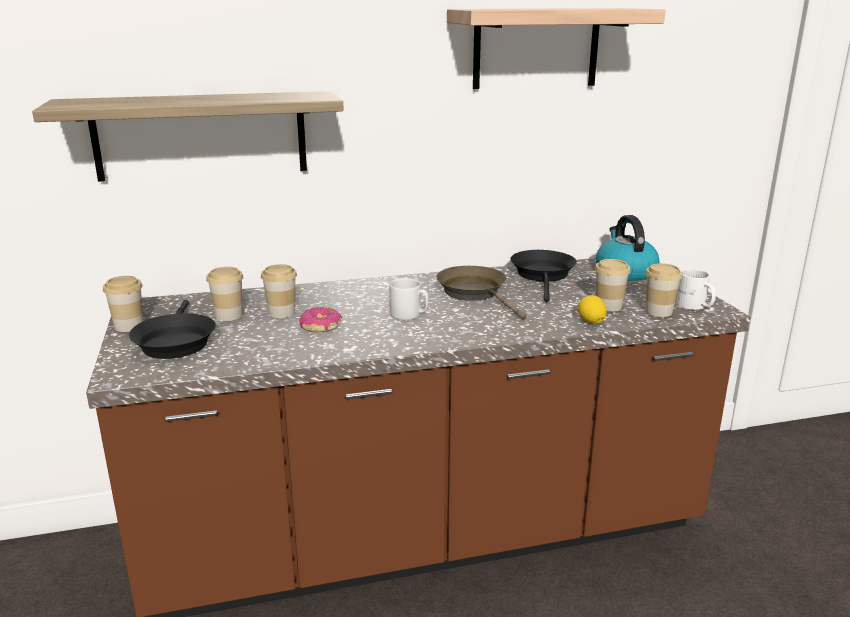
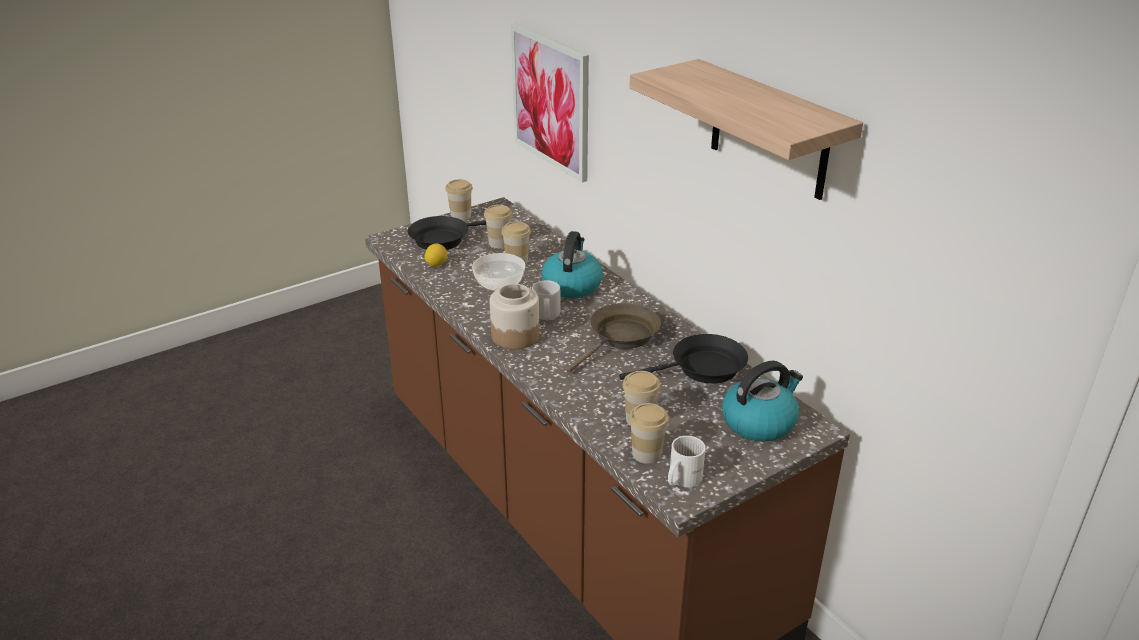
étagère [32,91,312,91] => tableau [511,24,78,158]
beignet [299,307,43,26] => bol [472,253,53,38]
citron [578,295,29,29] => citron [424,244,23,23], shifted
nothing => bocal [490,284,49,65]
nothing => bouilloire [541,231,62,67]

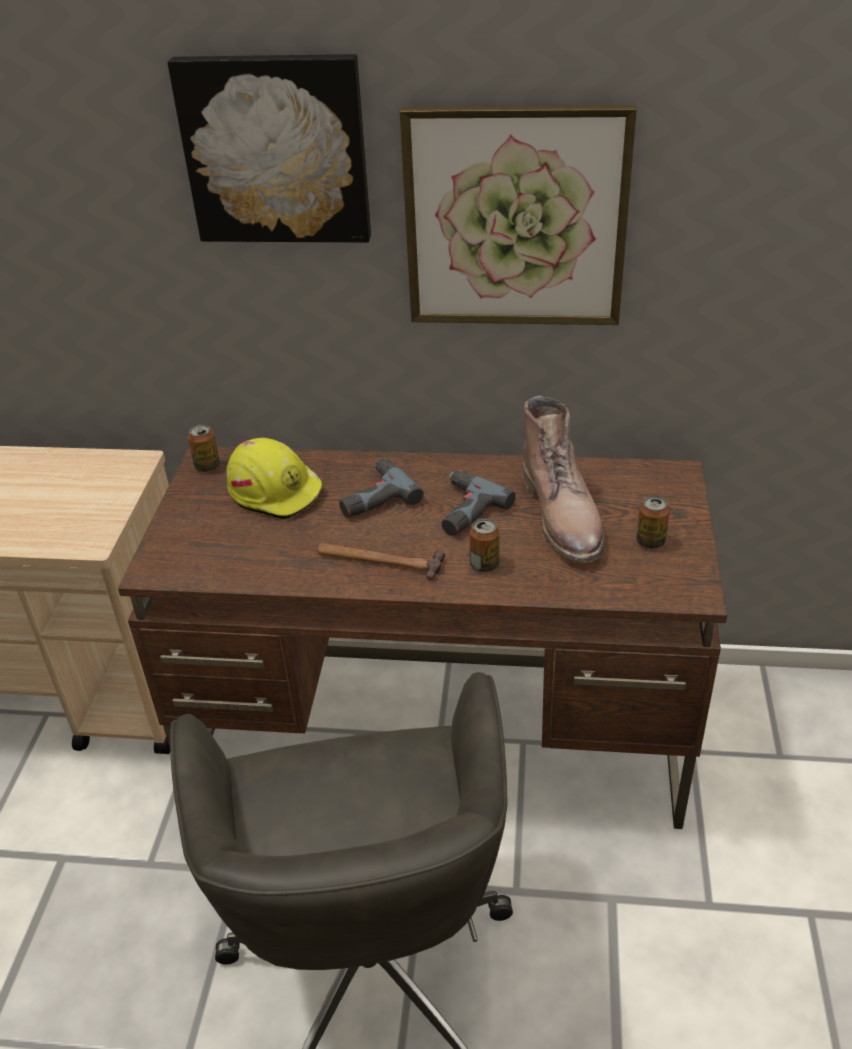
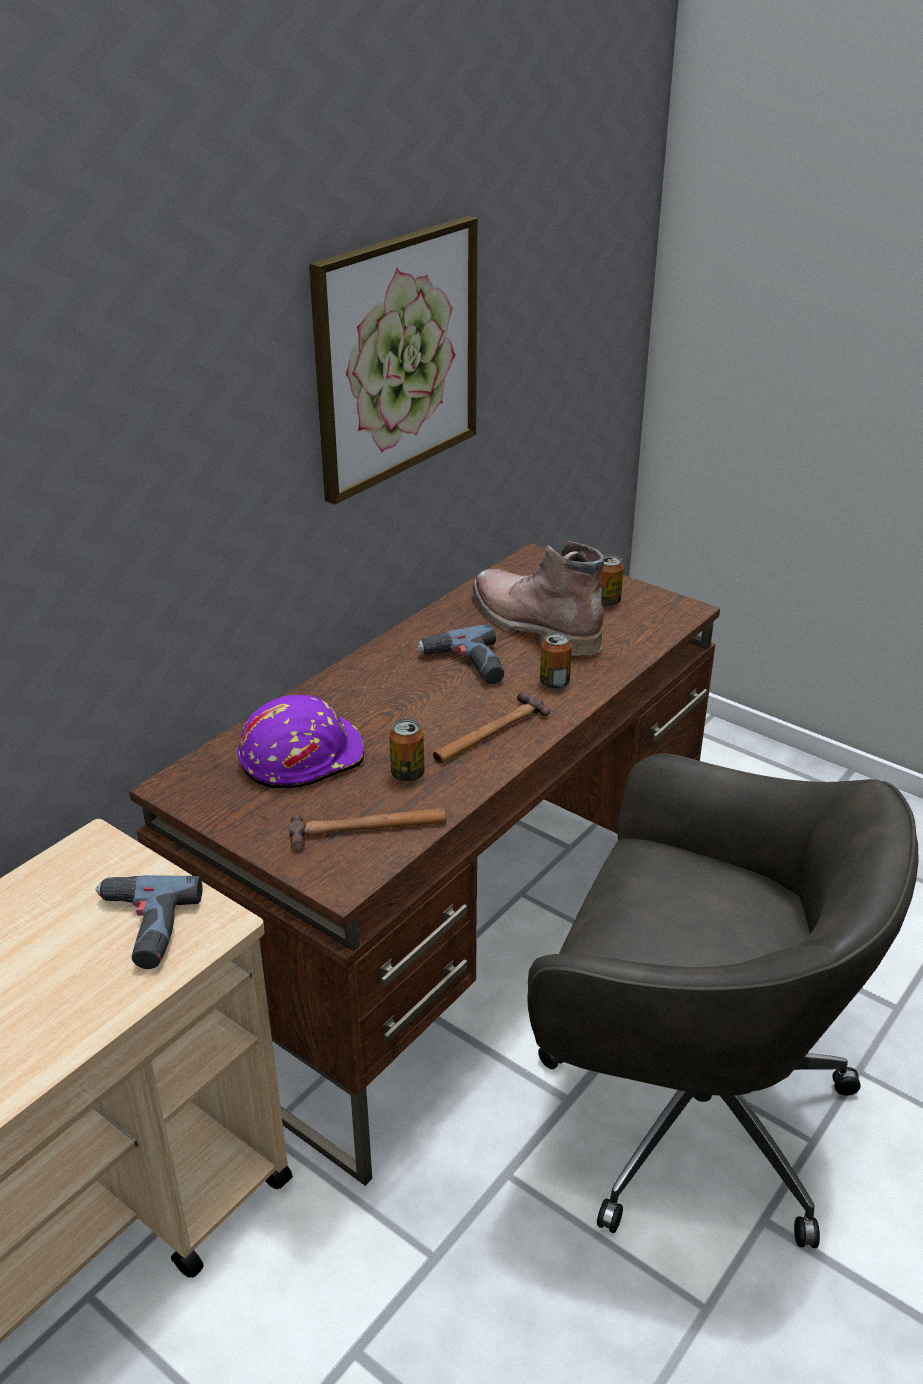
tableau [167,54,204,189] => nothing
boîte métallique [188,424,32,48] => boîte métallique [389,719,36,63], shifted
casque de chantier/jaune [227,438,96,82] => casque de chantier/violet [238,695,126,94]
perceuse [339,458,85,60] => perceuse [96,875,106,94], shifted
botte/marron [522,396,83,167] => botte/marron [473,541,131,115], 150 degrees counterclockwise
nothing => marteau [289,808,157,43]

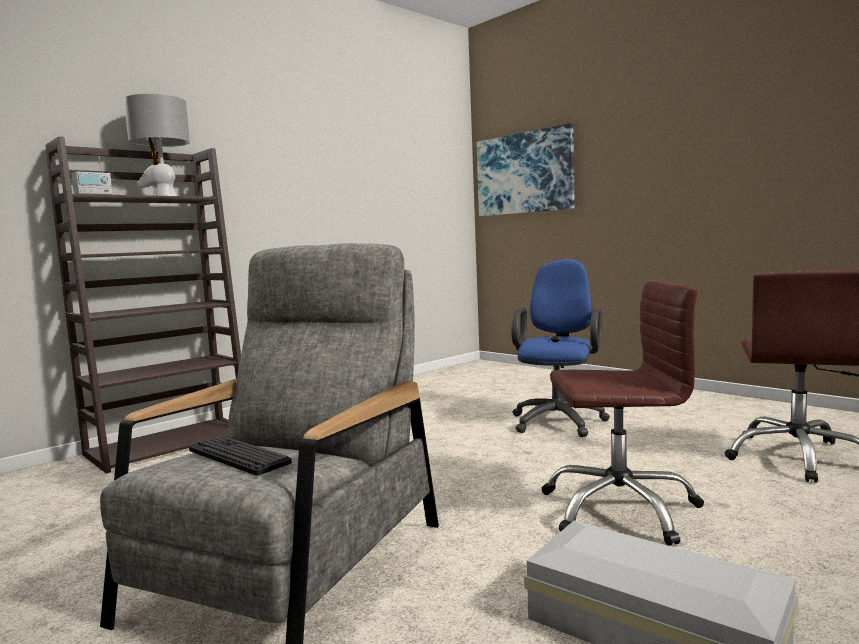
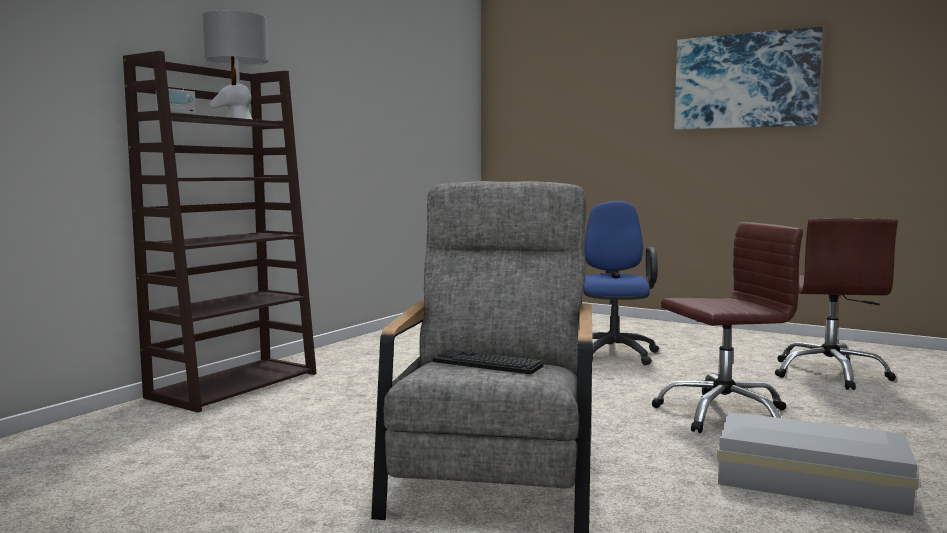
tableau [476,123,99,93] => tableau [674,26,149,104], shifted

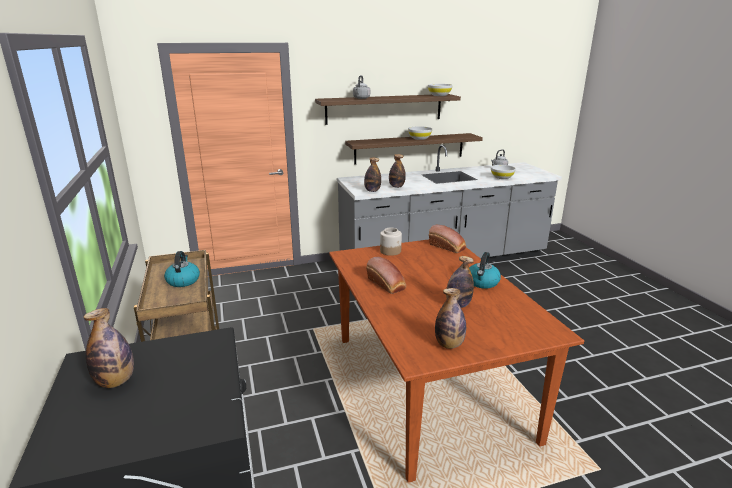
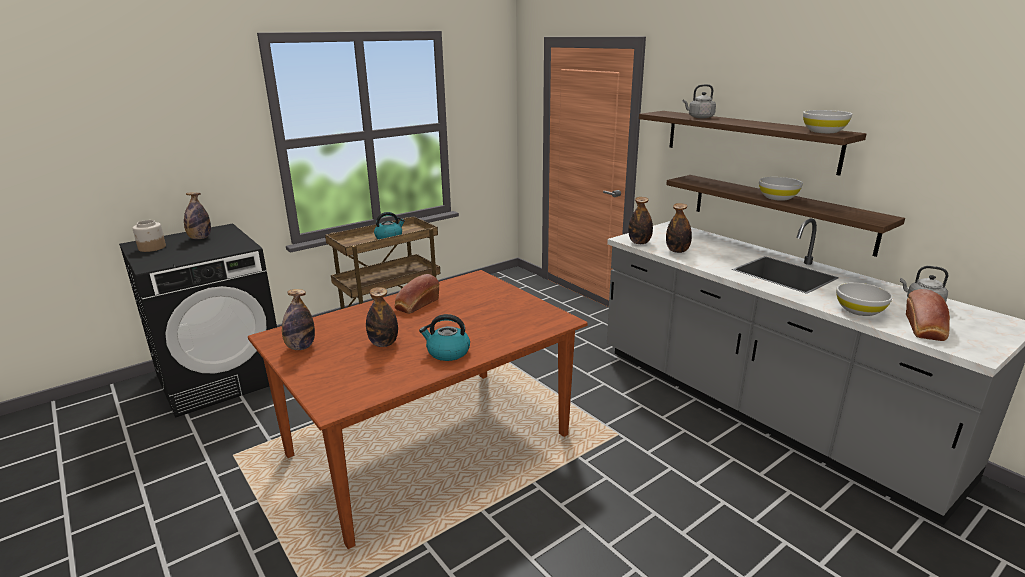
bocal [380,227,22,29] => bocal [132,220,34,32], shifted
pain [429,225,37,28] => pain [906,289,44,52], shifted

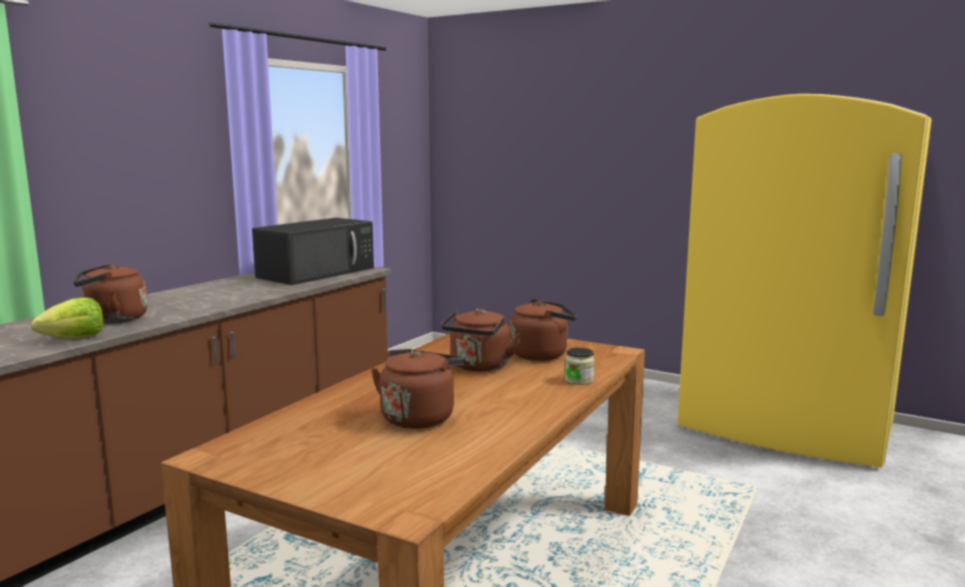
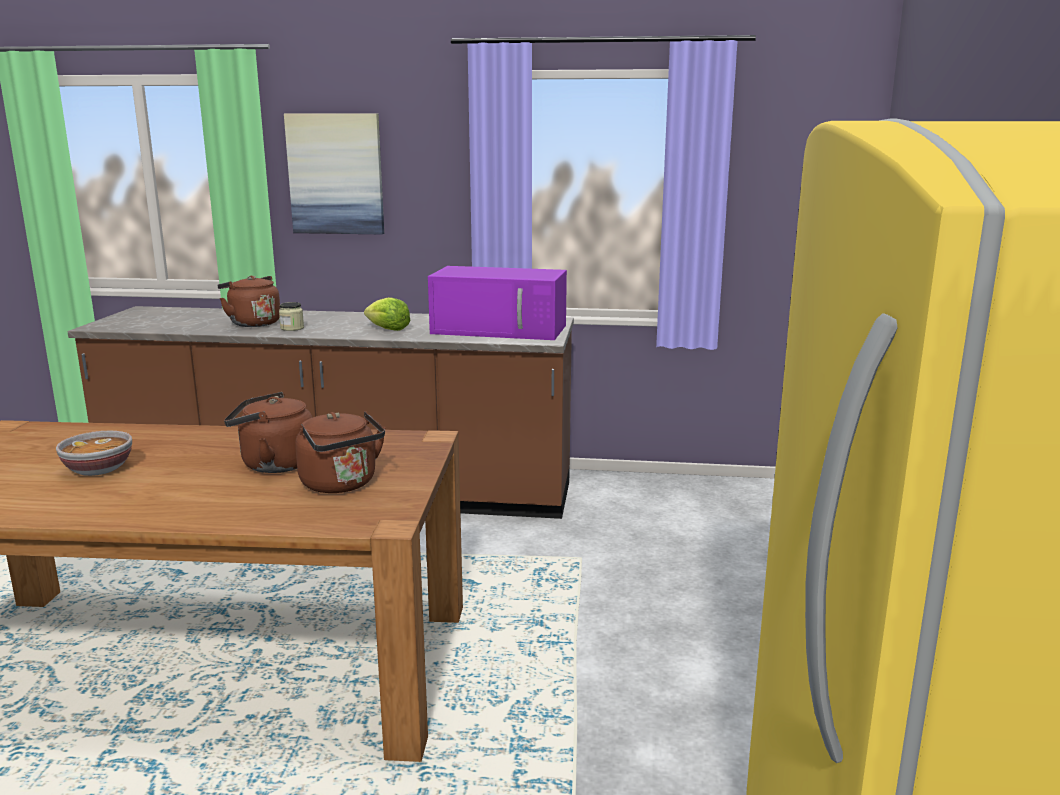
laitue [31,297,72,41] => laitue [364,297,46,34], shifted
micro-ondes/noir [252,218,122,67] => micro-ondes/violet [428,266,139,74]
bouilloire/marron [371,349,94,80] => bol [56,431,76,45]
bocal [565,347,30,38] => bocal [279,302,25,29], shifted
nothing => tableau [284,114,100,120]

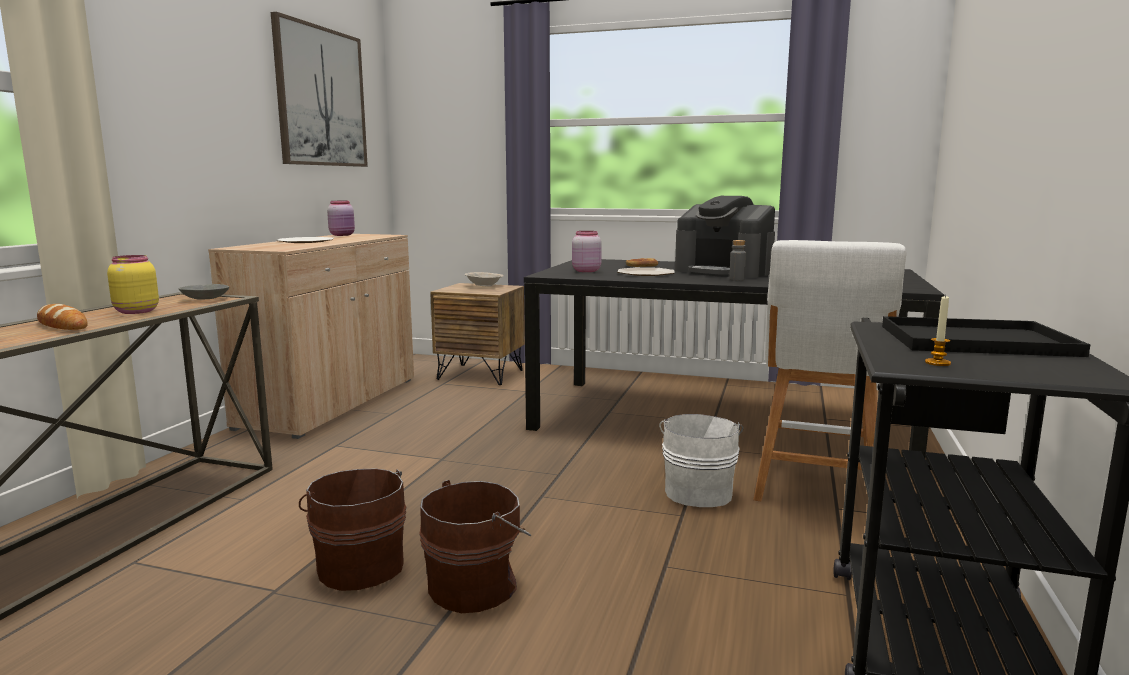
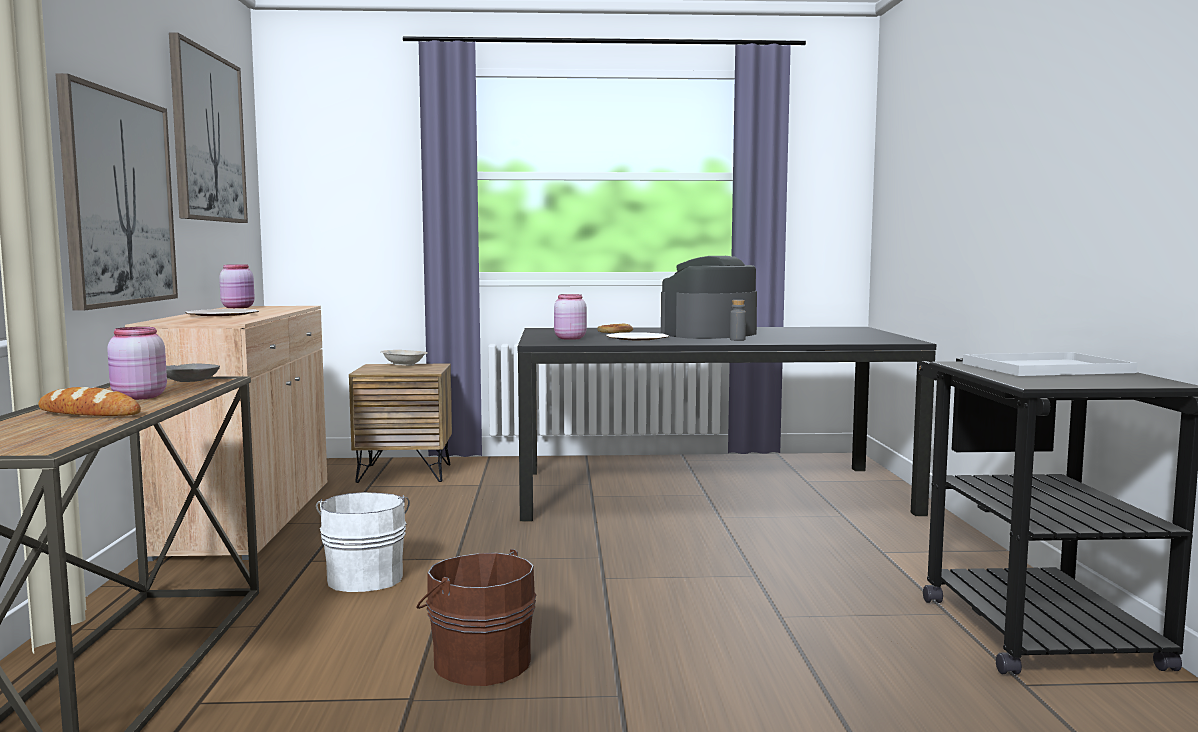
bocal/jaune [107,255,52,59] => bocal/rose [107,327,60,73]
seau/marron [419,480,112,133] => nothing
seau/blanc [659,414,85,93] => seau/blanc [316,492,94,100], shifted
machine à café [675,196,100,82] => machine à café [661,256,96,83], 120 degrees clockwise
tabouret/blanc [753,240,153,261] => nothing
plateau/noir [882,316,208,41] => plateau/blanc [963,352,174,24]
bougie [925,295,26,71] => nothing
nothing => tableau [55,73,123,238]

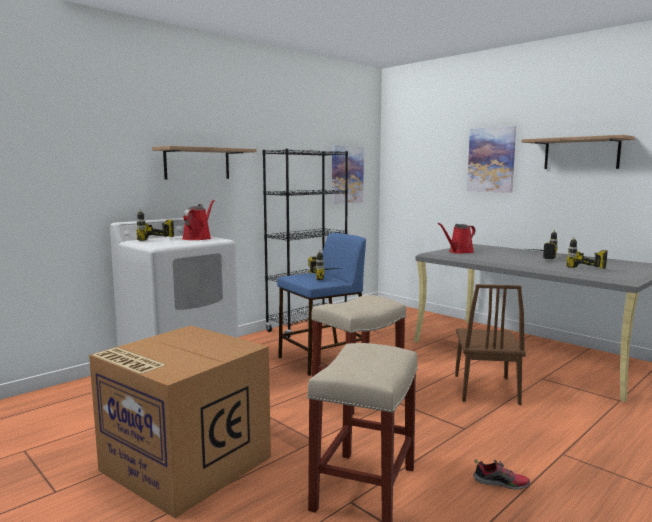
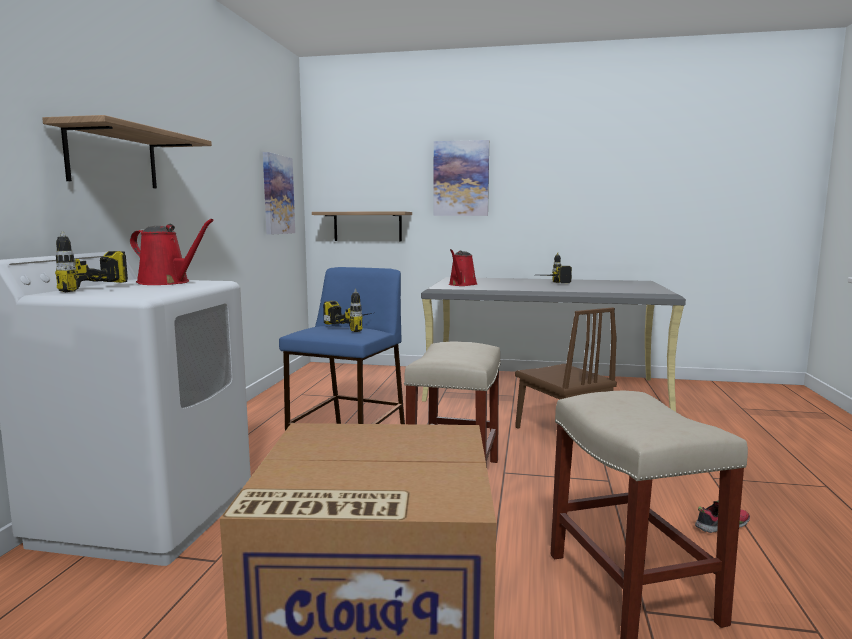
arrosoir/rouge [182,200,33,40] => arrosoir/rouge [130,219,84,66], 135 degrees clockwise
bibliothèque/noir [263,149,85,189] => nothing
étagère [522,135,113,34] => étagère [312,211,100,30], shifted
perceuse [566,237,42,32] => nothing

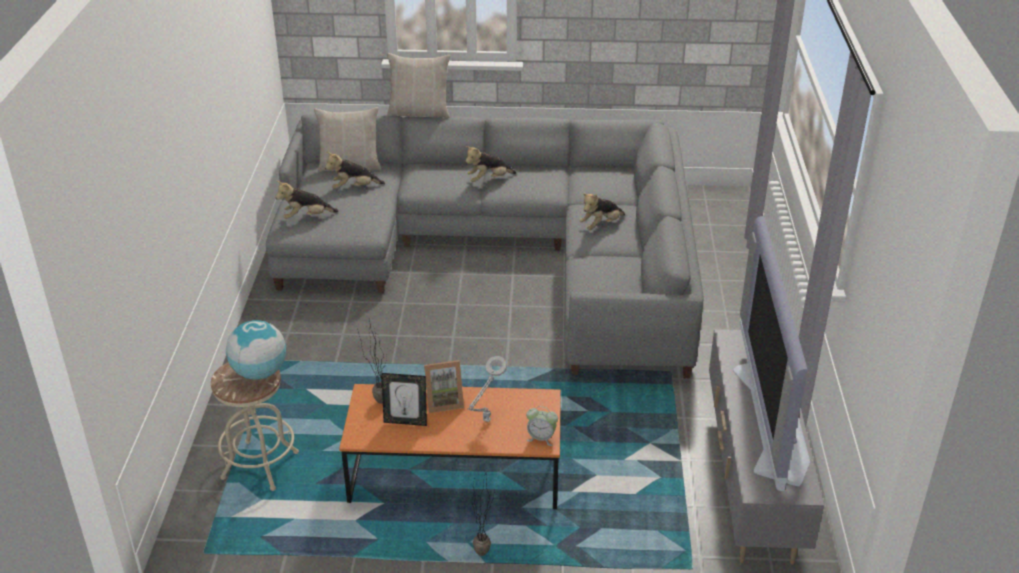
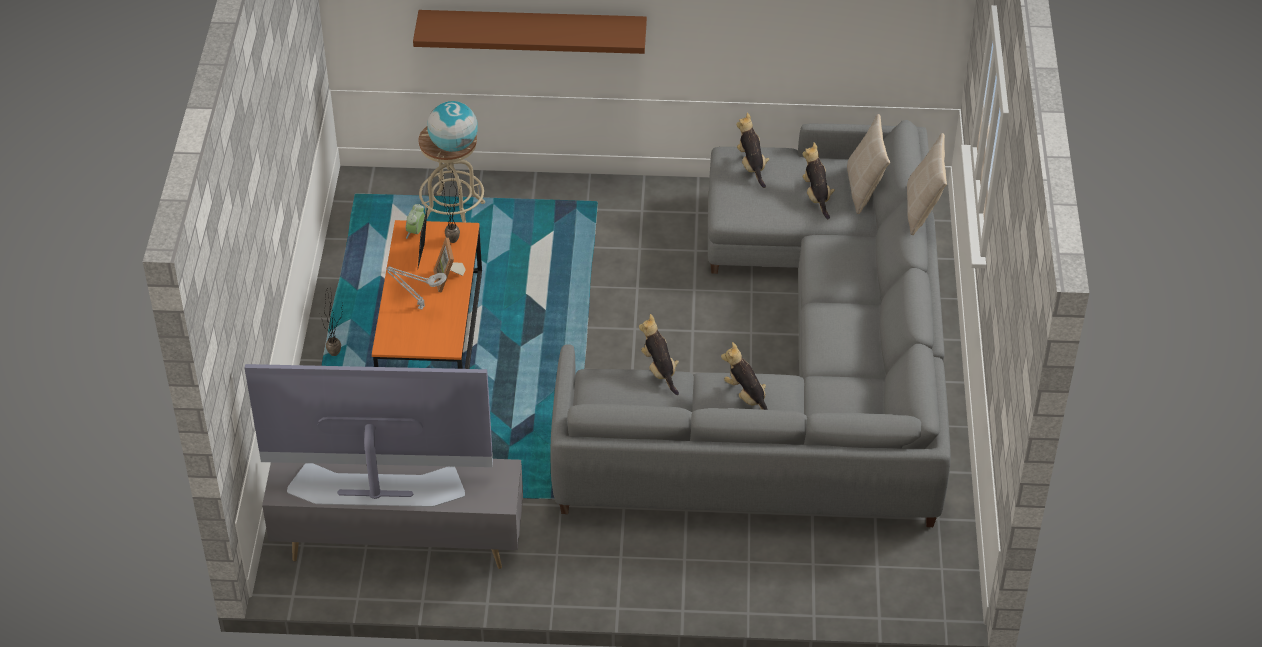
peluche [465,146,51,36] => peluche [639,314,40,81], shifted
réveil [526,406,32,40] => réveil [406,204,19,35], shifted
nothing => étagère/marron [413,10,234,44]

